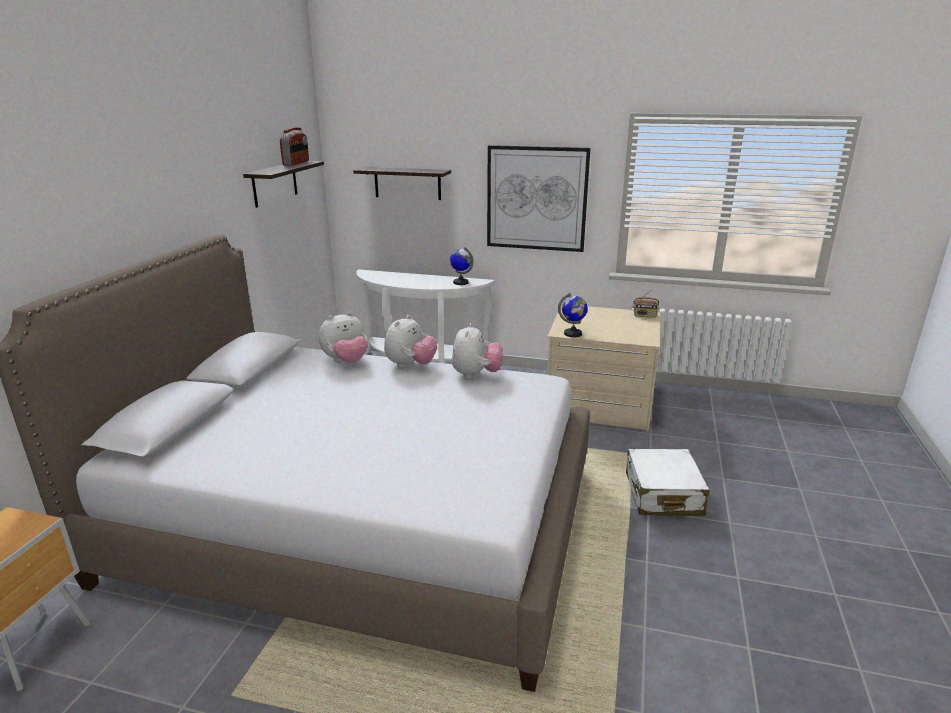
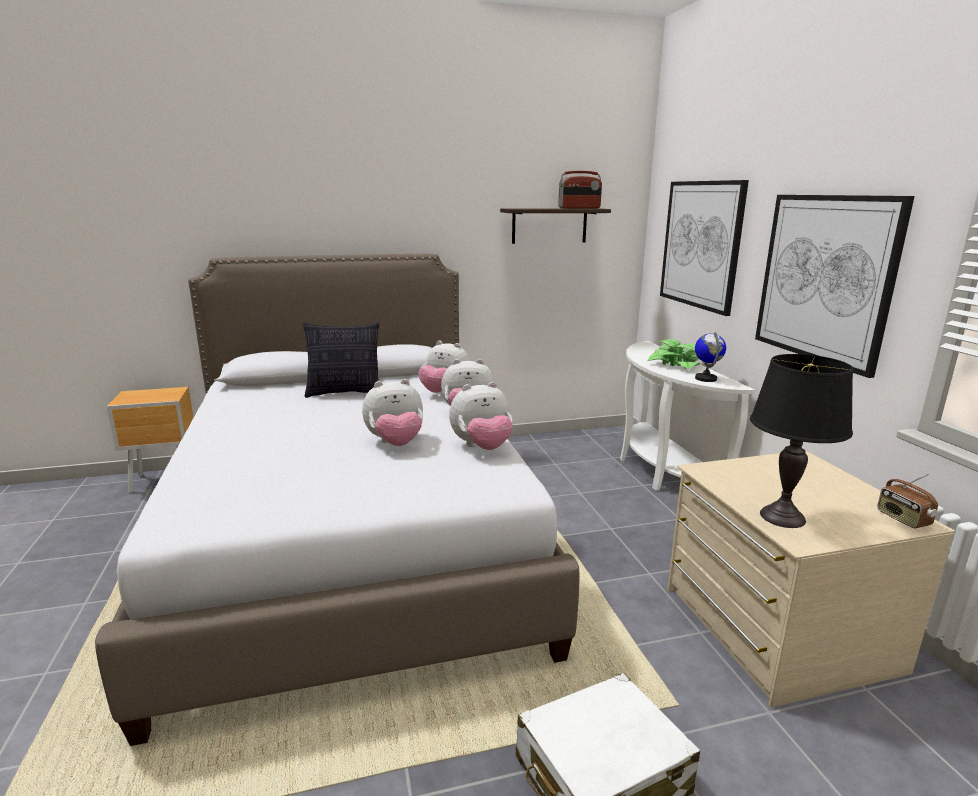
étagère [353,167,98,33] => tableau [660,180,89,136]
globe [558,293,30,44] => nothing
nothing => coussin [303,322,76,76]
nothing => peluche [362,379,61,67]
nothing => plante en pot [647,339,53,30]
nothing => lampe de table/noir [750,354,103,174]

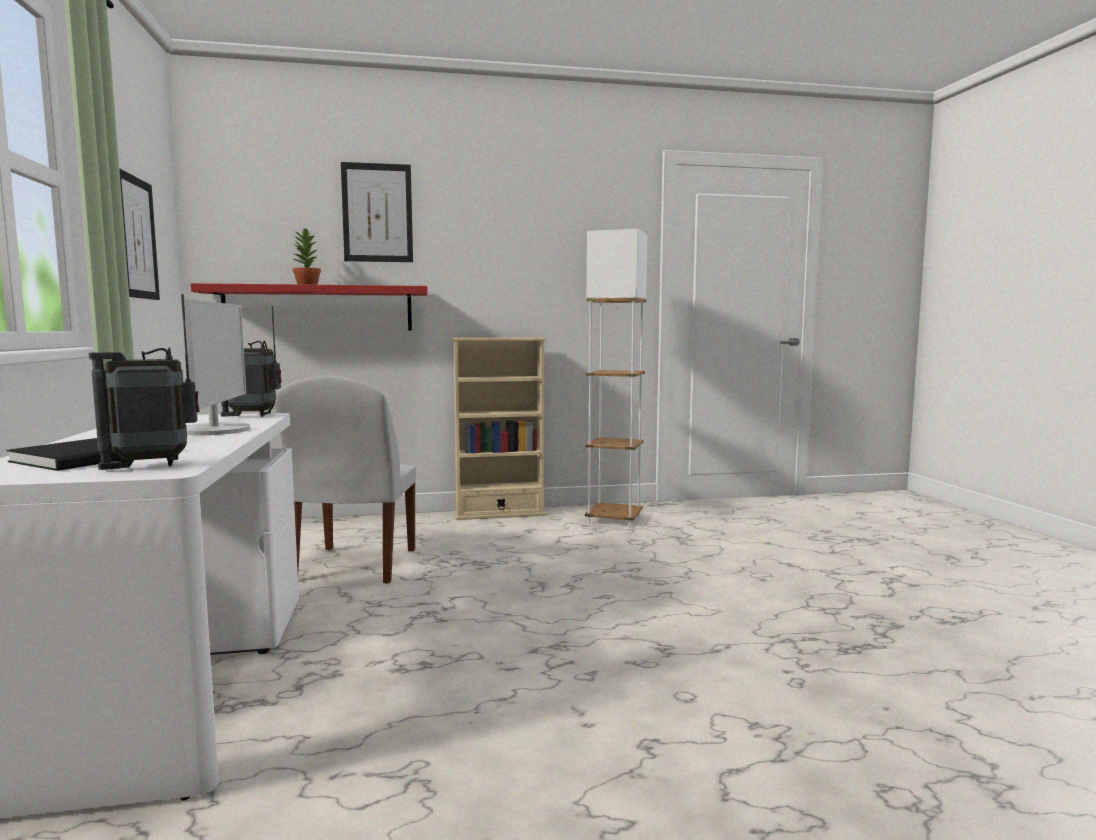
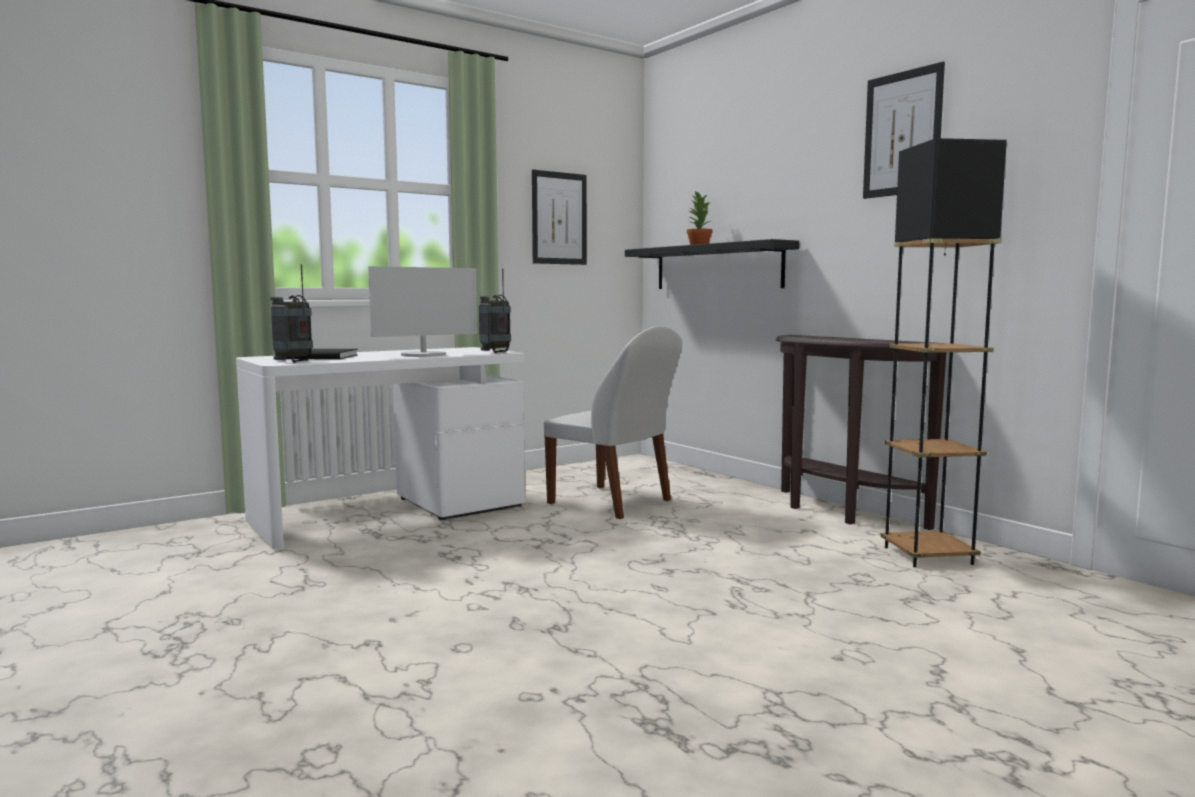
étagère/rouge [191,283,237,47] => étagère/noir [625,239,174,50]
chaise/blanc [274,376,142,208] => chaise/blanc [543,326,139,193], 120 degrees counterclockwise
tableau [341,162,72,100] => tableau [863,62,82,137], shifted
bibliothèque/beige [452,337,94,183] => table console/marron [776,335,170,195]
lampadaire/blanc [585,229,62,298] => lampadaire/noir [880,138,127,429]

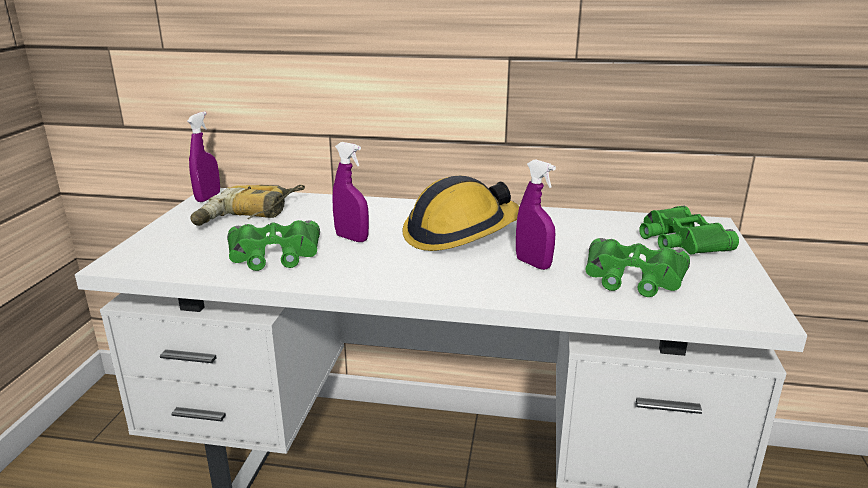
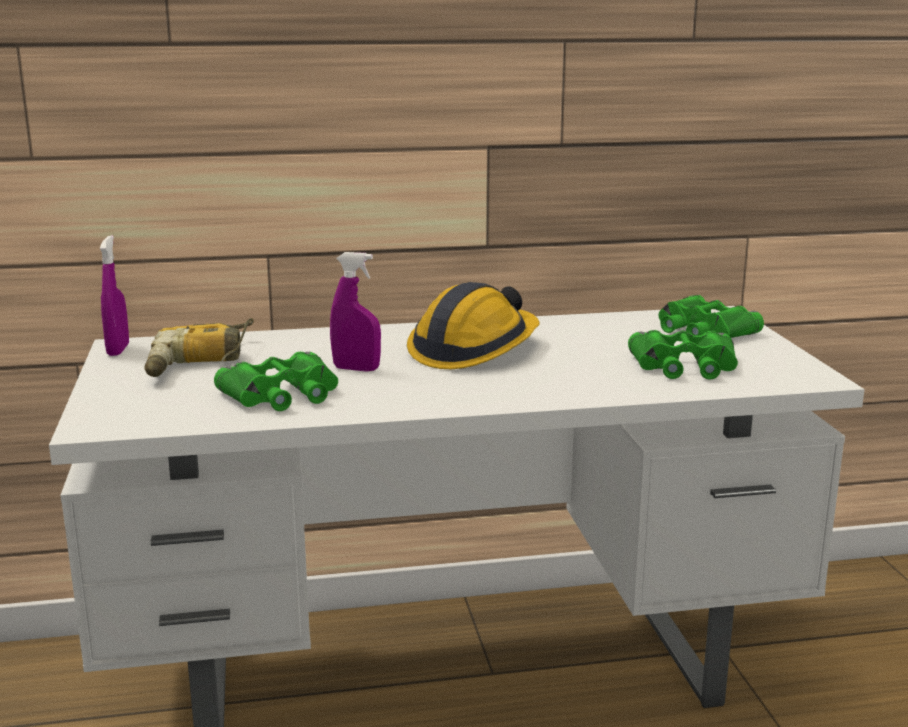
vaporisateur/violet [516,159,40,111] => nothing

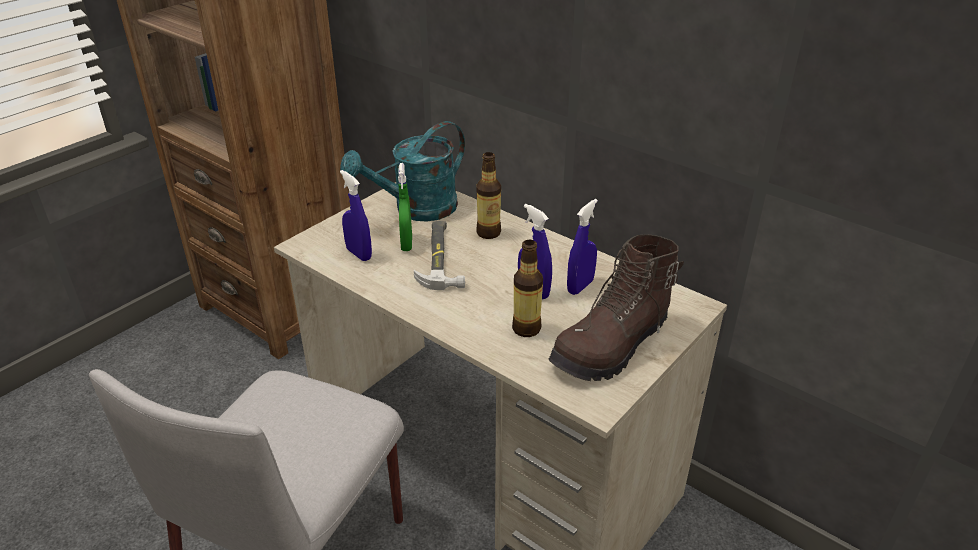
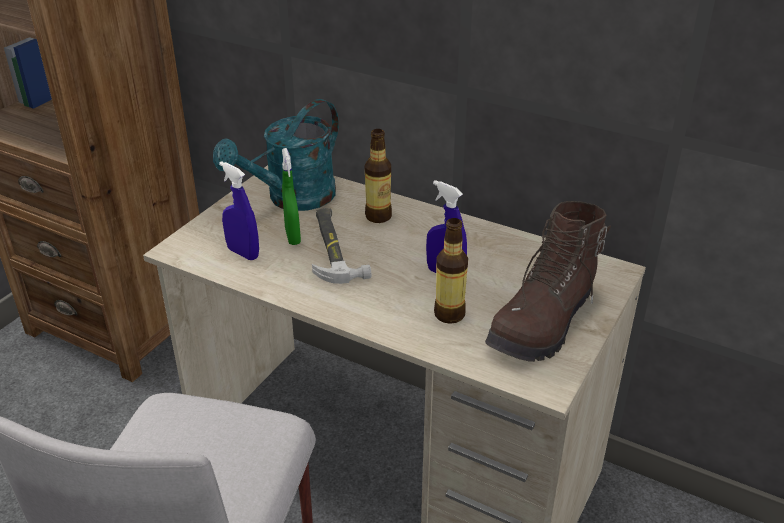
vaporisateur/bleu [567,199,31,96] => nothing

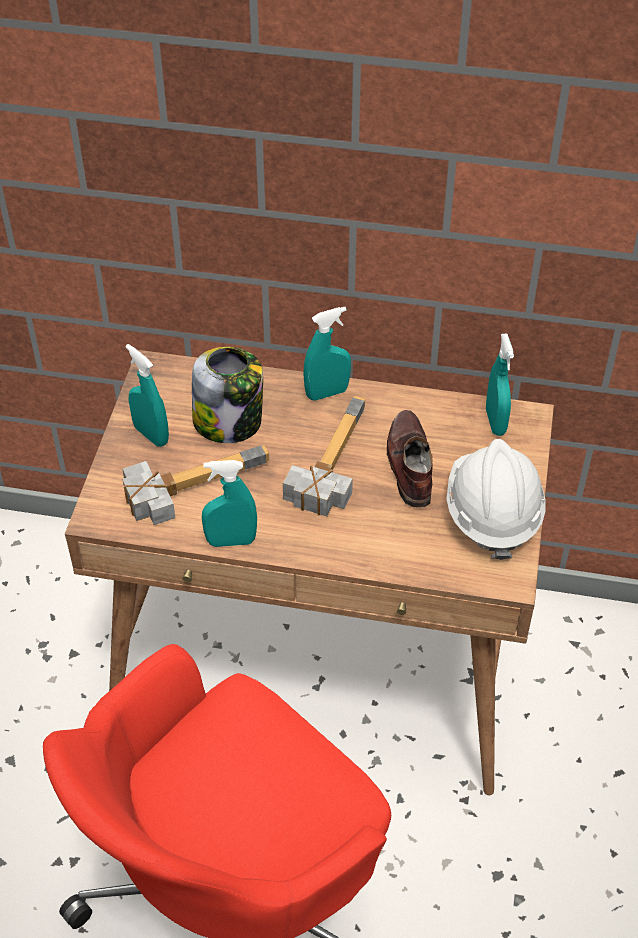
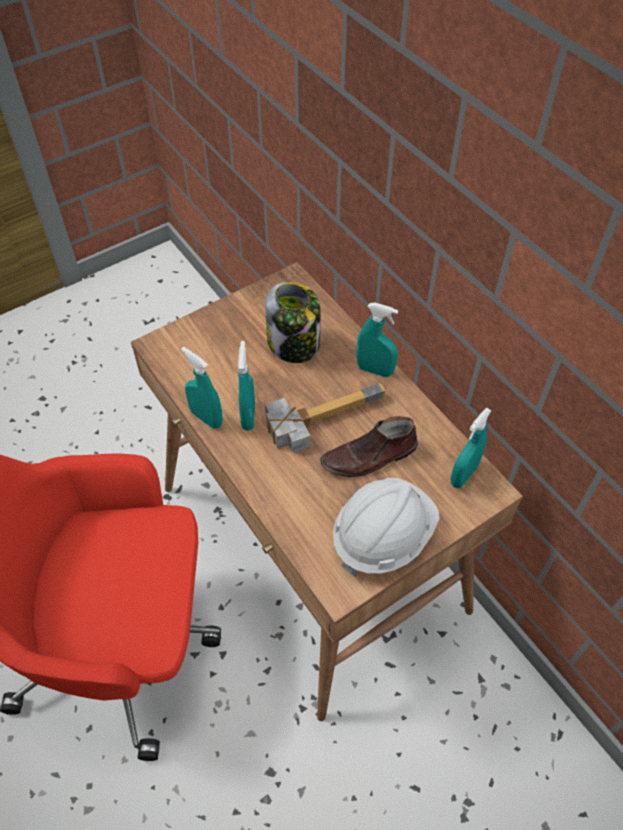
marteau [122,445,147,80] => nothing
vaporisateur/turquoise [126,344,43,103] => vaporisateur/turquoise [238,341,17,90], shifted
chaussure/marron [387,410,46,98] => chaussure/marron [320,416,98,61], 150 degrees counterclockwise

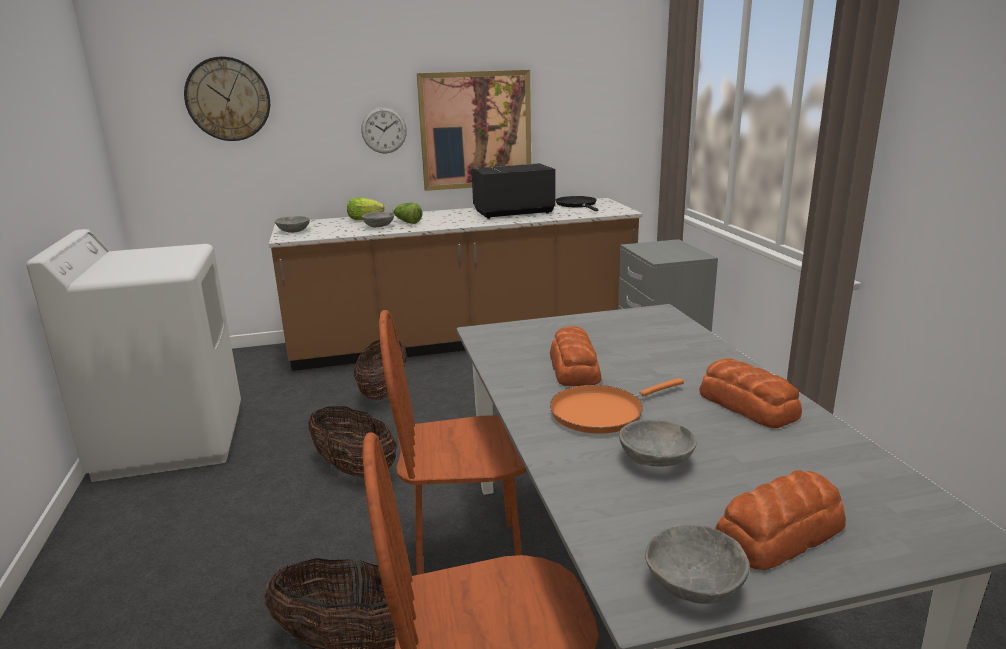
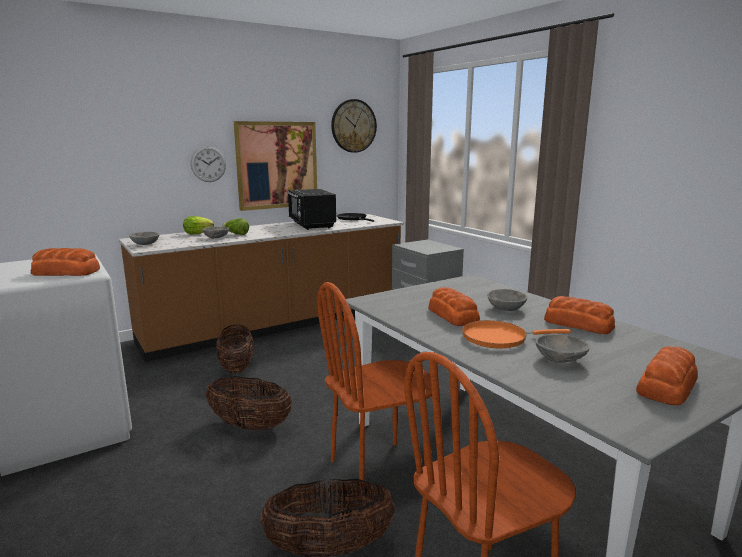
horloge murale [184,56,86,85] => horloge murale [331,99,46,54], shifted
micro-ondes/noir [472,163,84,56] => micro-ondes/noir [287,189,49,41], 75 degrees counterclockwise
poêle/orange [550,378,134,56] => poêle/orange [462,320,109,28], 45 degrees clockwise
bol/gris [645,524,105,80] => bol/gris [487,289,40,22], shifted
nothing => pain [30,248,70,28]

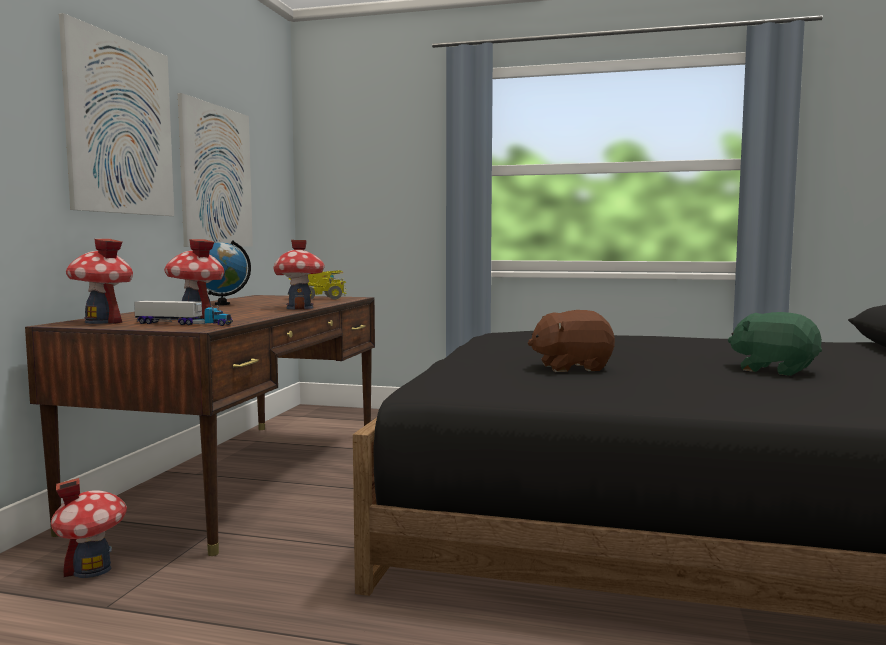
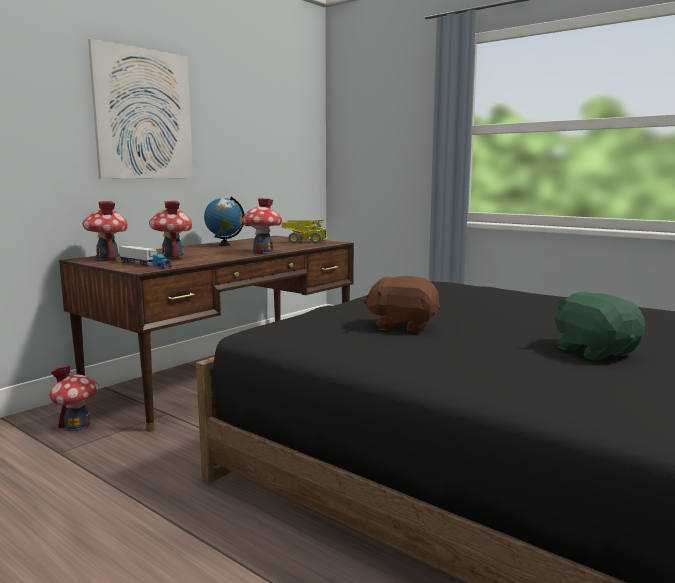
tableau [178,93,75,154] => nothing

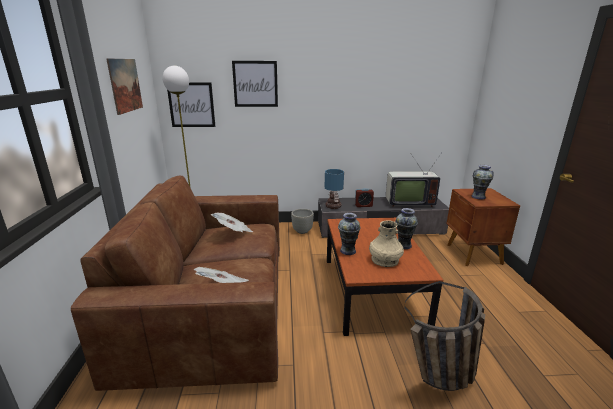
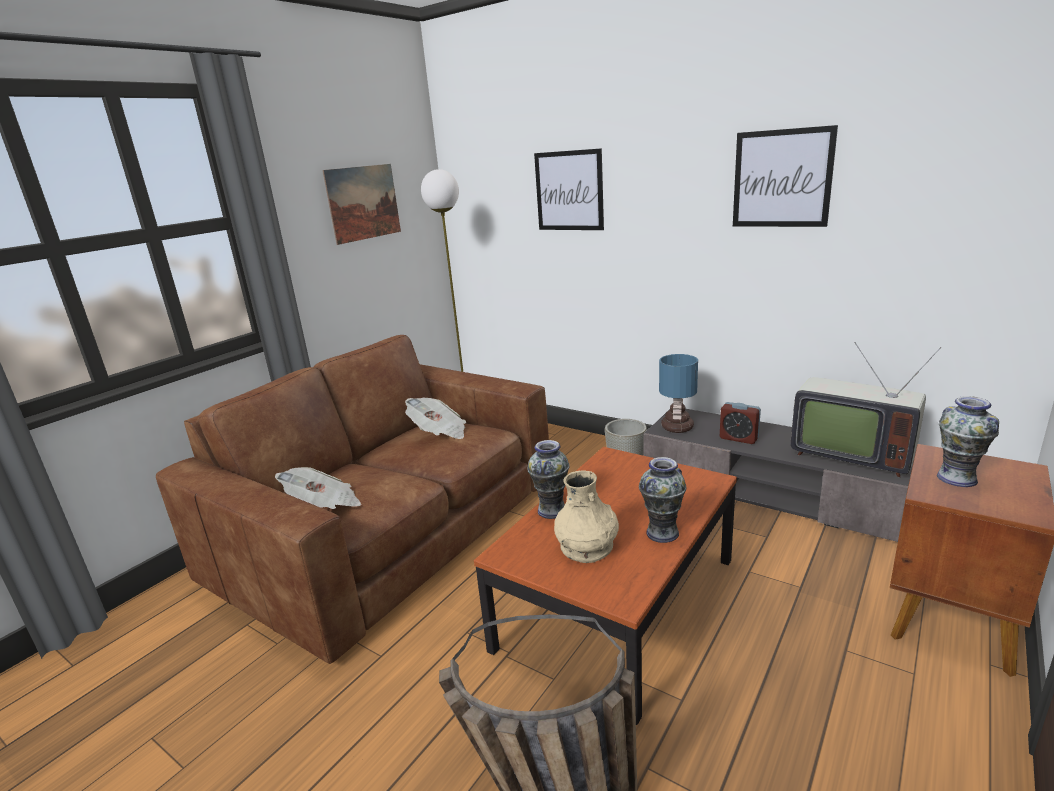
tableau [167,82,48,45] => tableau [733,125,105,102], shifted

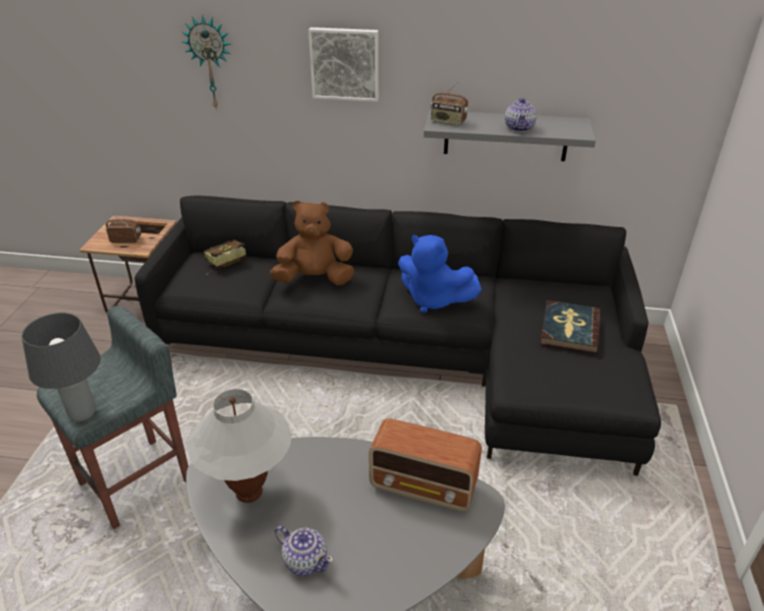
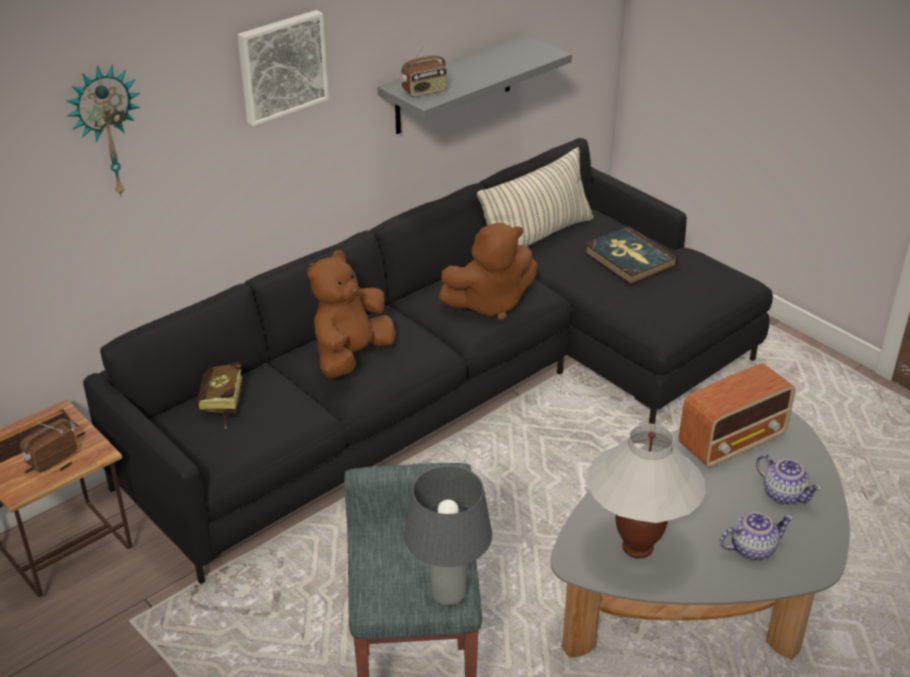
peluche/bleu [398,235,84,78] => peluche/marron [438,223,100,98]
théière [505,98,32,34] => théière [756,454,66,51], shifted
nothing => coussin [477,147,116,100]

